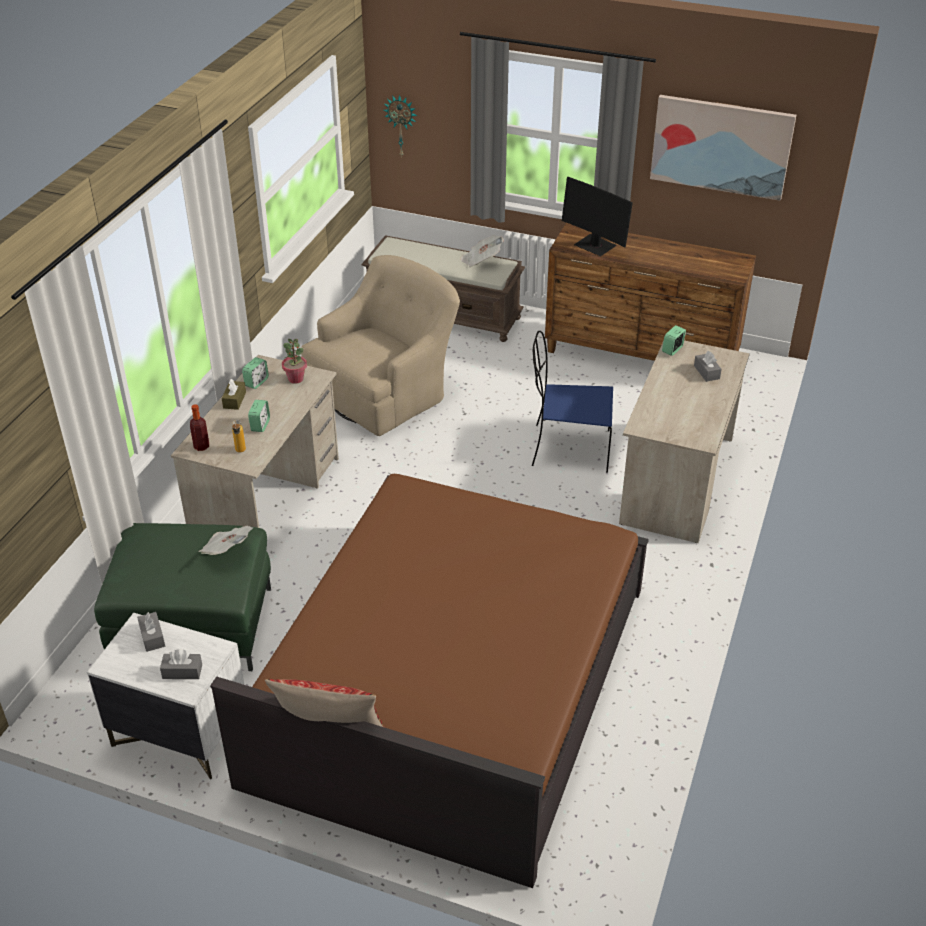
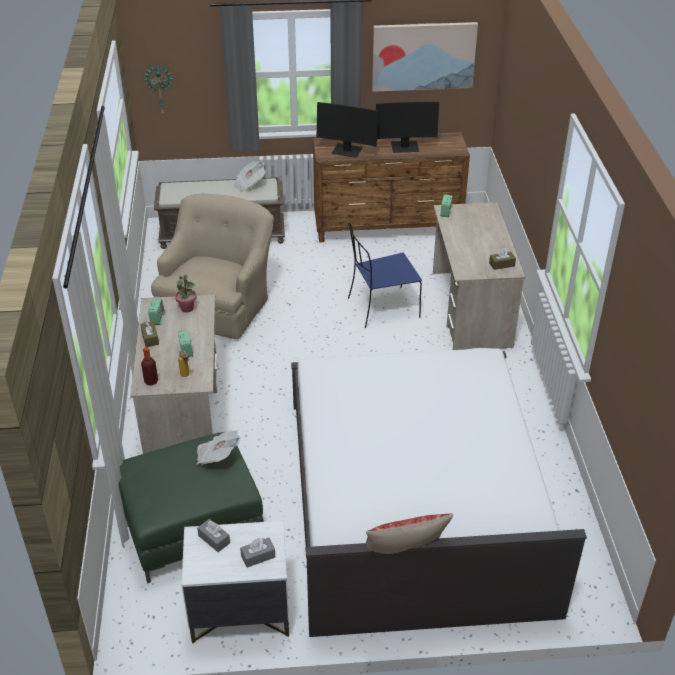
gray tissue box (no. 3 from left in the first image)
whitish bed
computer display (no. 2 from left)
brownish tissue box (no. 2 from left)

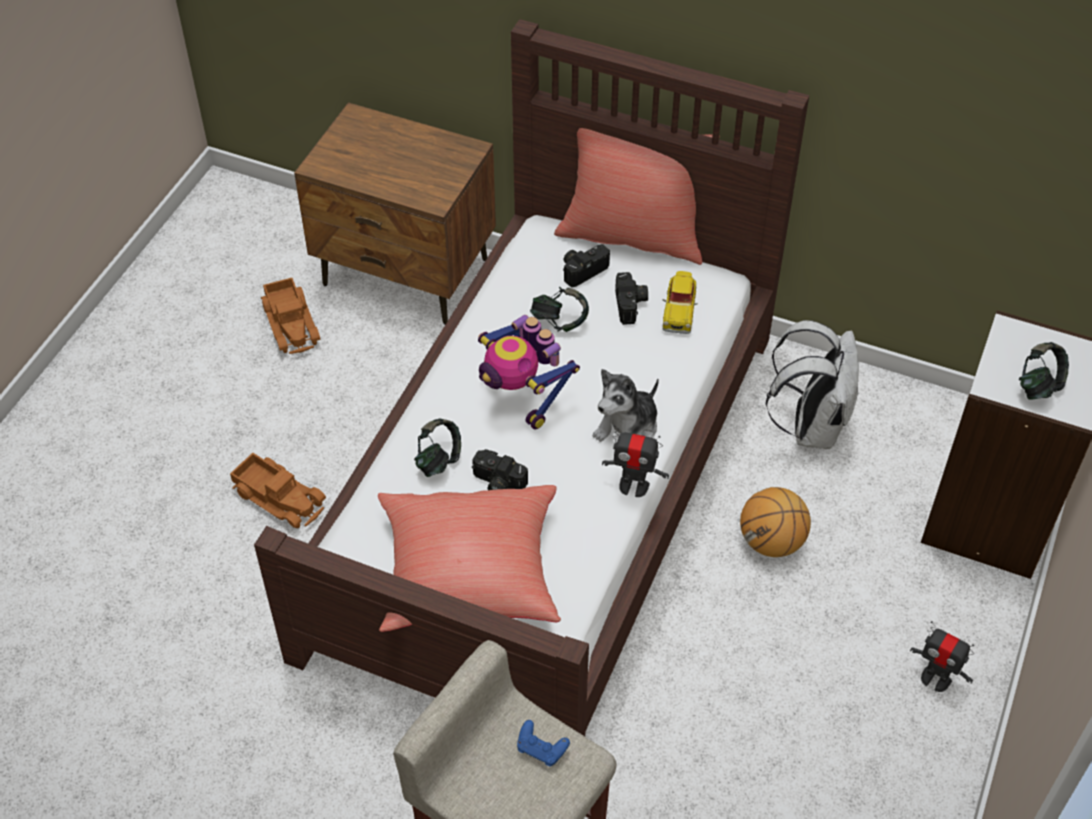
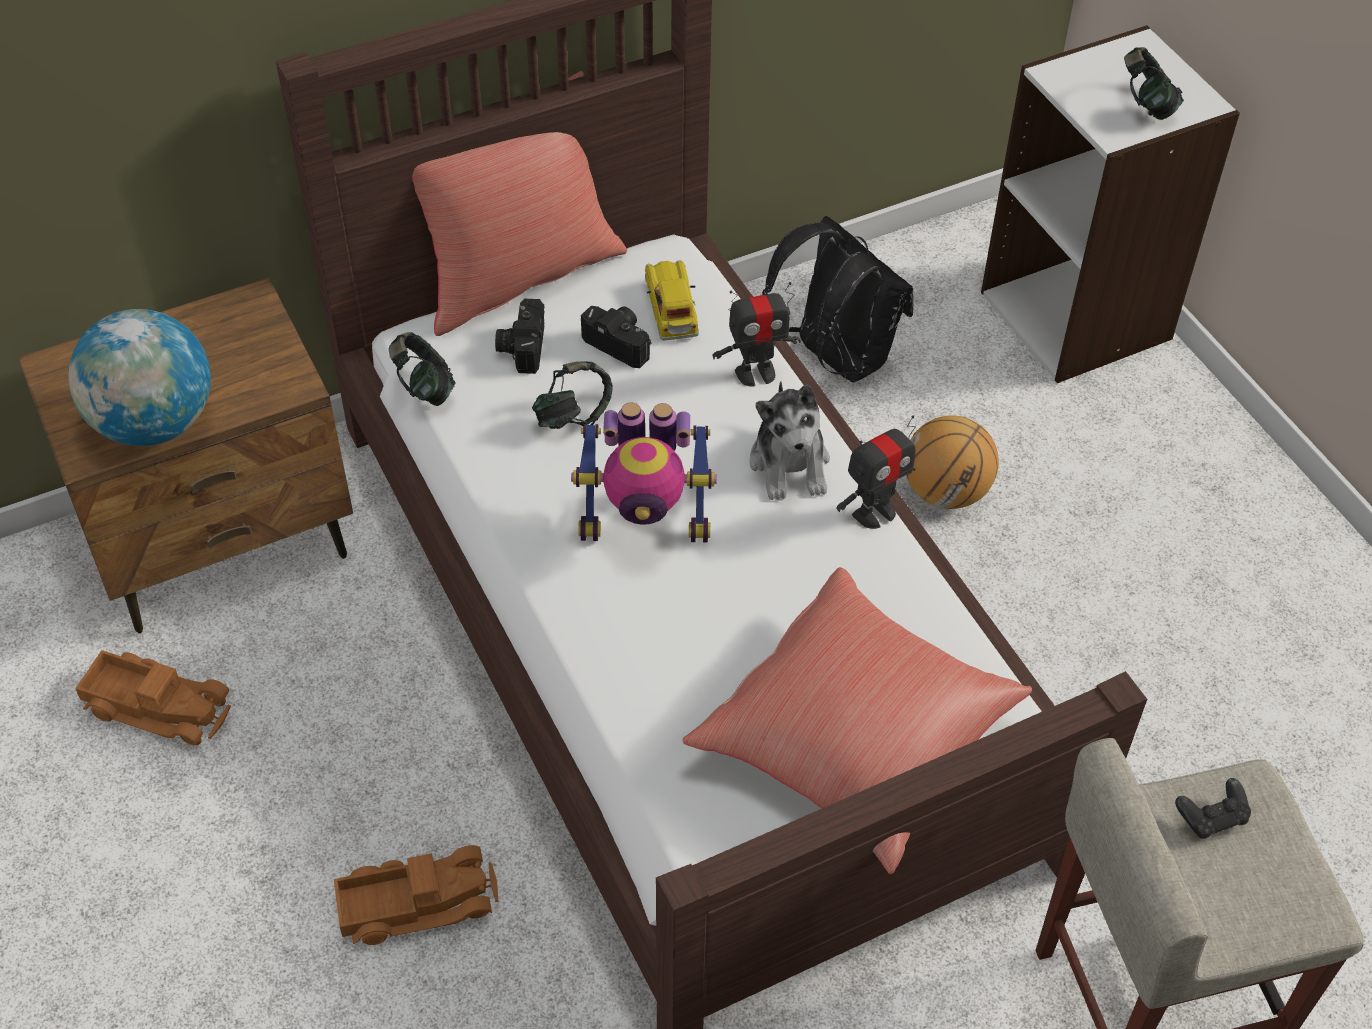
toy car
black-coloured knapsack
headphones (no. 1 from left)
still camera (no. 1 from left in the first image)
model robot (no. 2 from left)
black-coloured game controller
globe

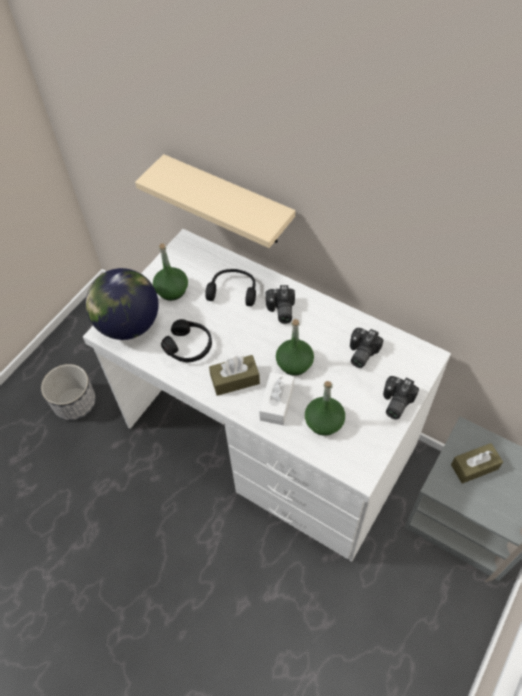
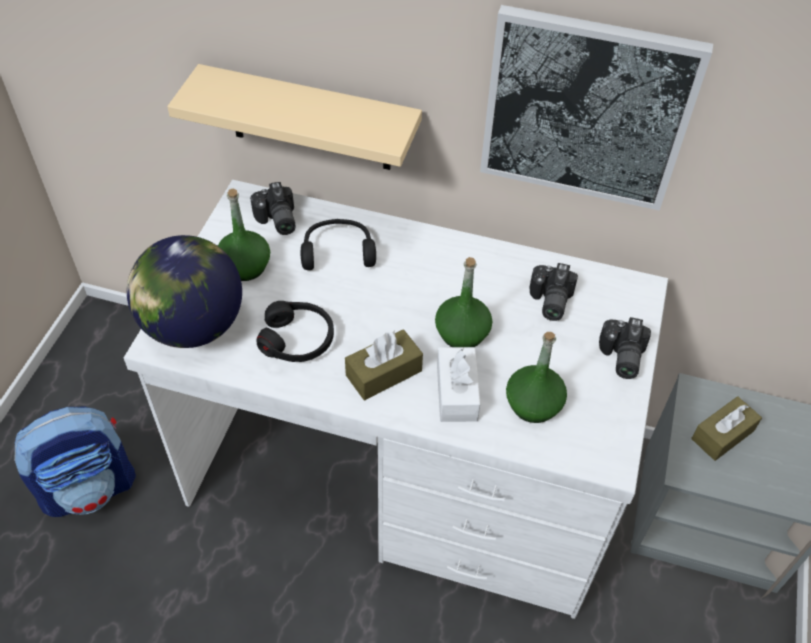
still camera (no. 1 from left)
knapsack
wall art

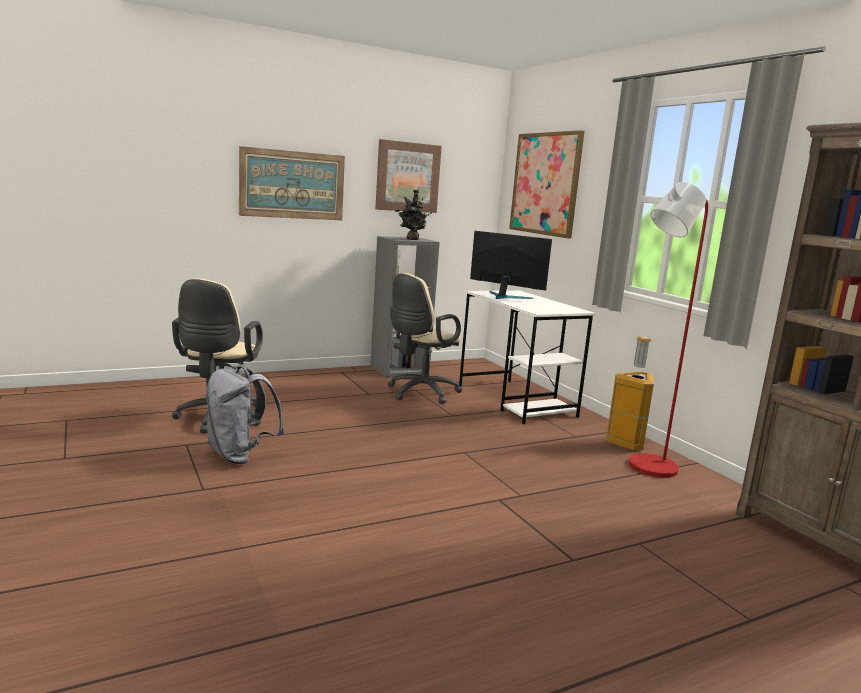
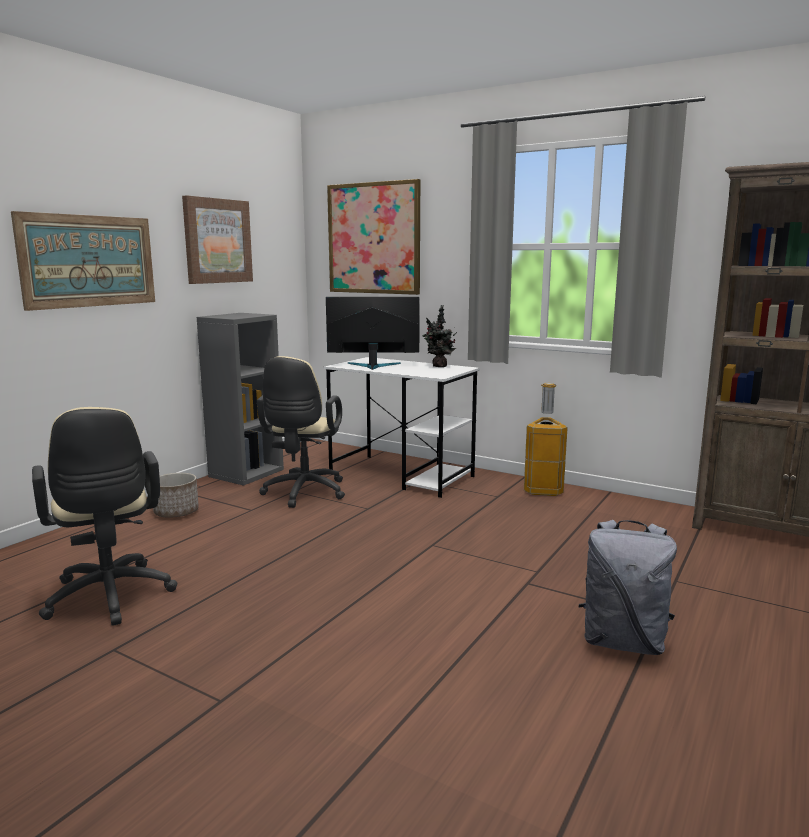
red-coloured floor lamp
plant in a pot
gray knapsack
planter

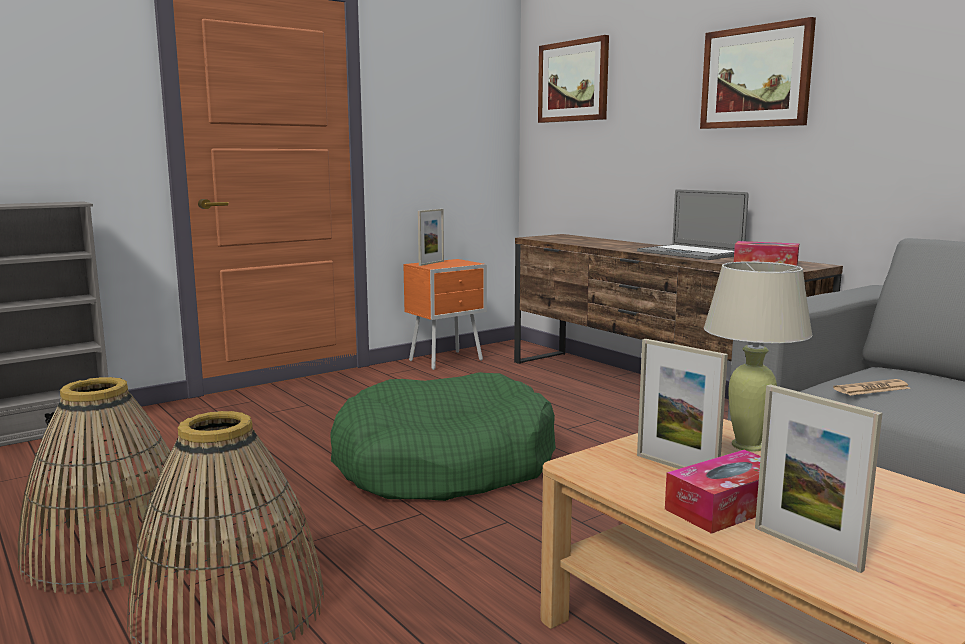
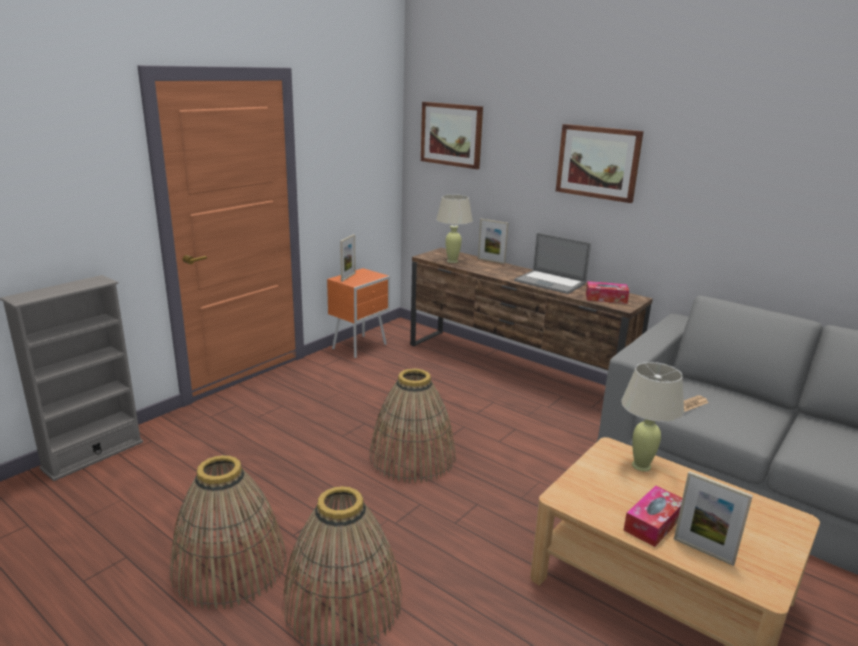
picture frame (no. 2 from left)
storage basket (no. 3 from left)
beige-coloured lamp for a table (no. 1 from left)

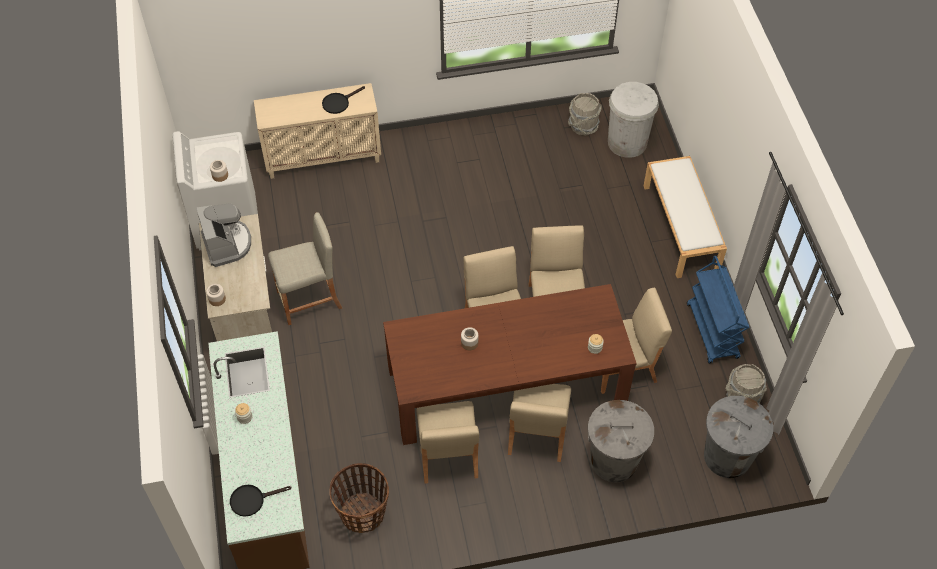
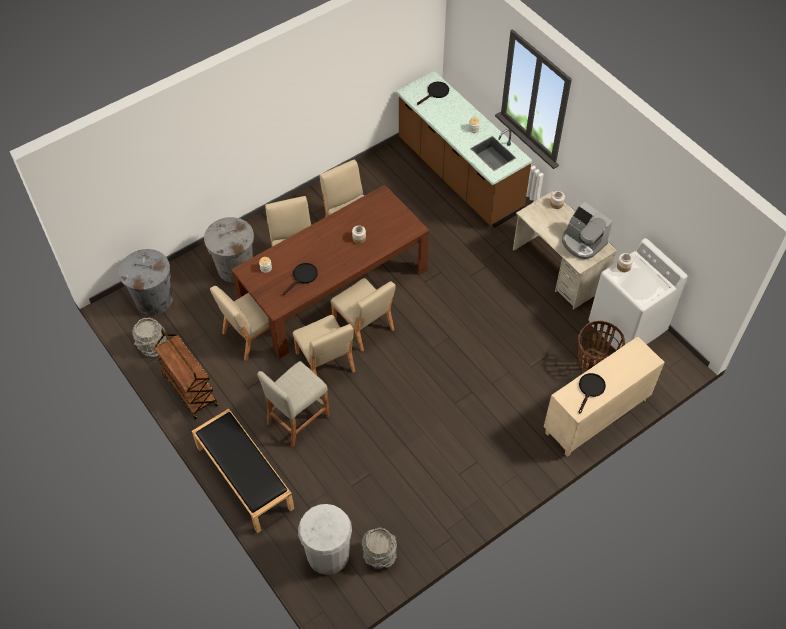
black-coloured long seat
beige-coloured sitting stool
brownish wheeled cart
storage basket
black-coloured frying pan (no. 1 from left)

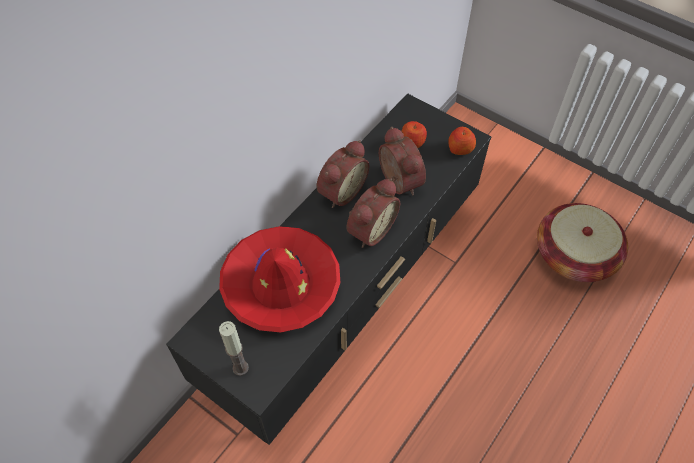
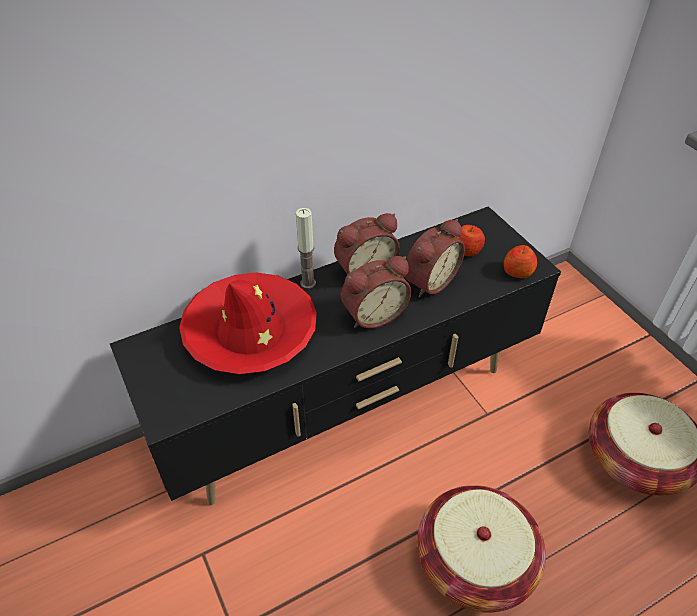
alarm clock (no. 3 from left)
wax light
storage basket (no. 1 from left)

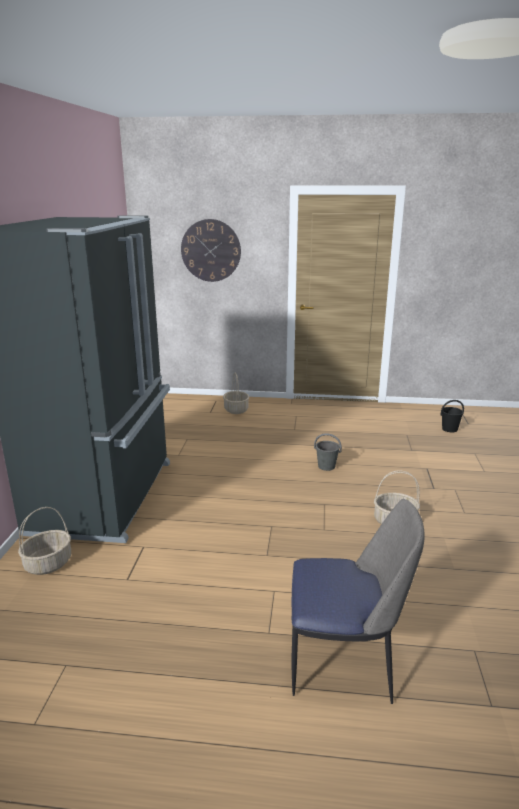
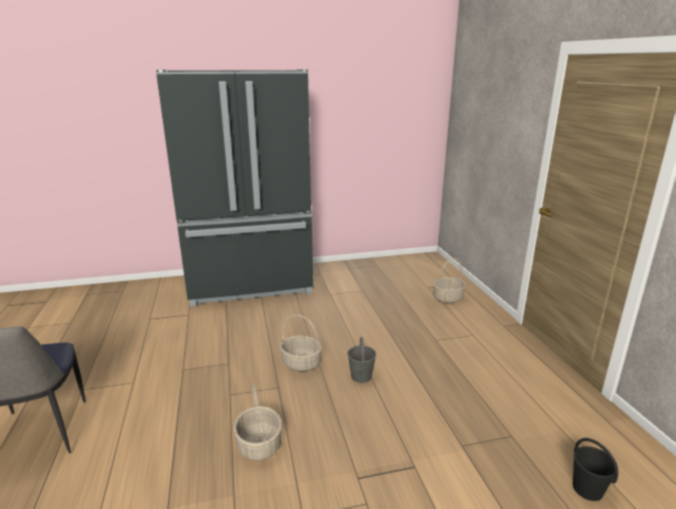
wall clock
storage basket (no. 2 from left)

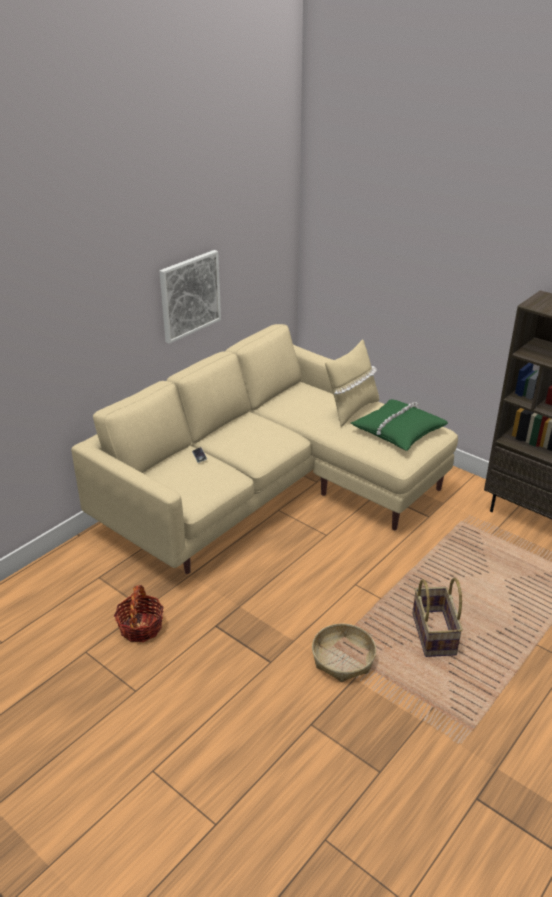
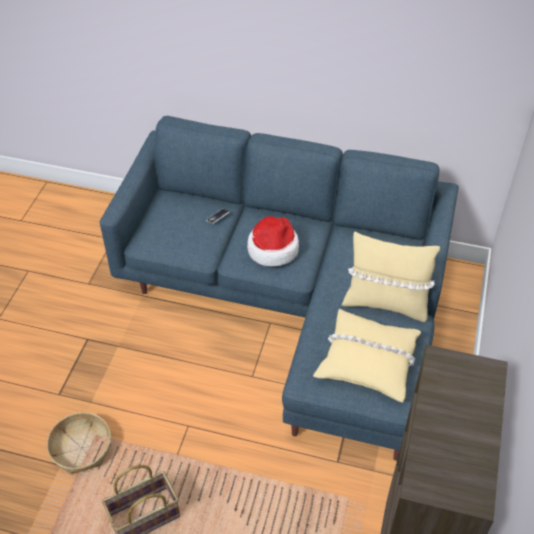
wall art
bluish couch
beige-coloured pillow (no. 1 from left)
storage basket (no. 1 from left in the first image)
clothing hat

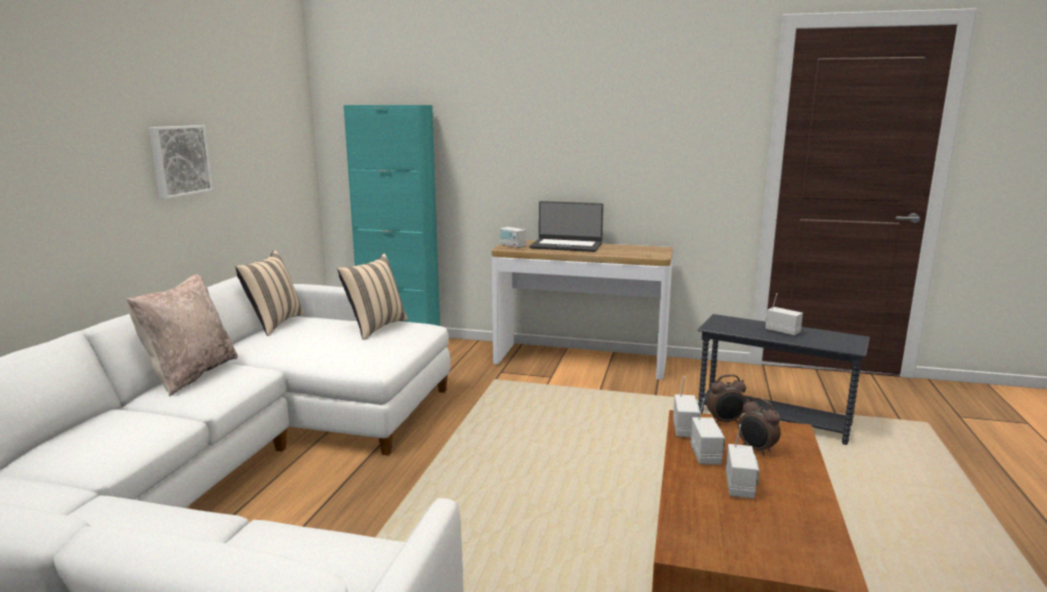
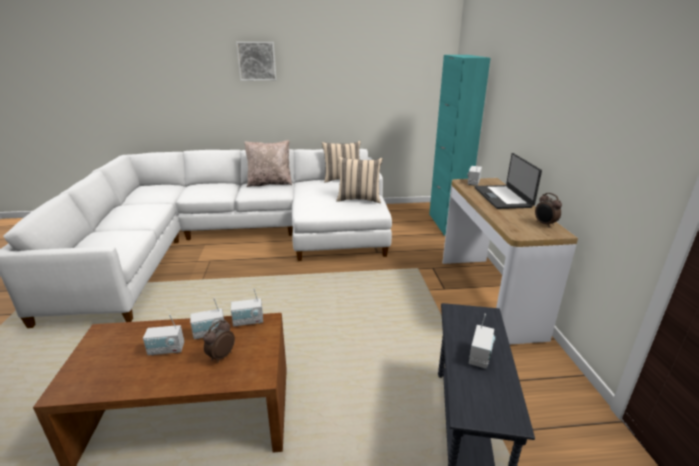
wall art
alarm clock (no. 2 from left)

